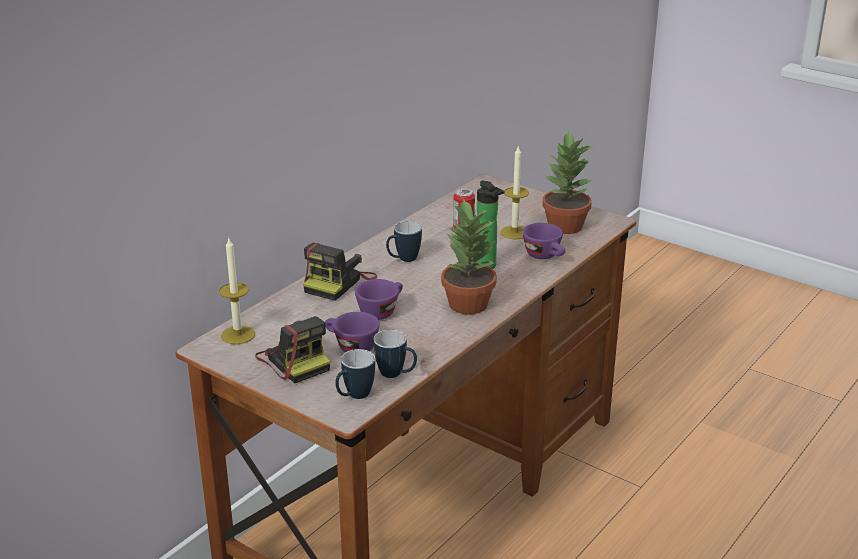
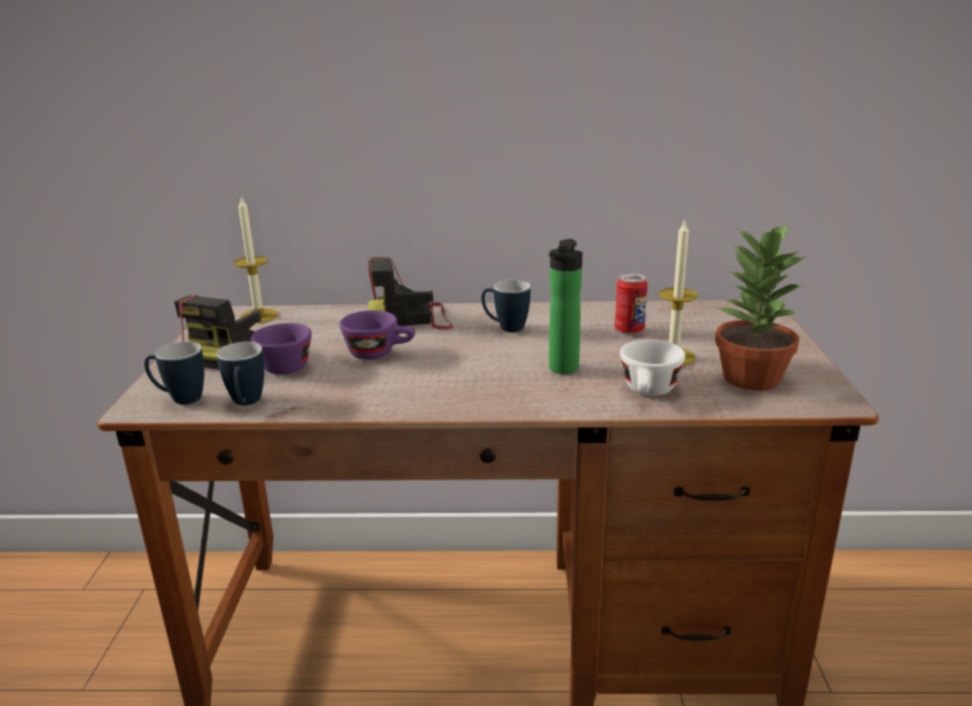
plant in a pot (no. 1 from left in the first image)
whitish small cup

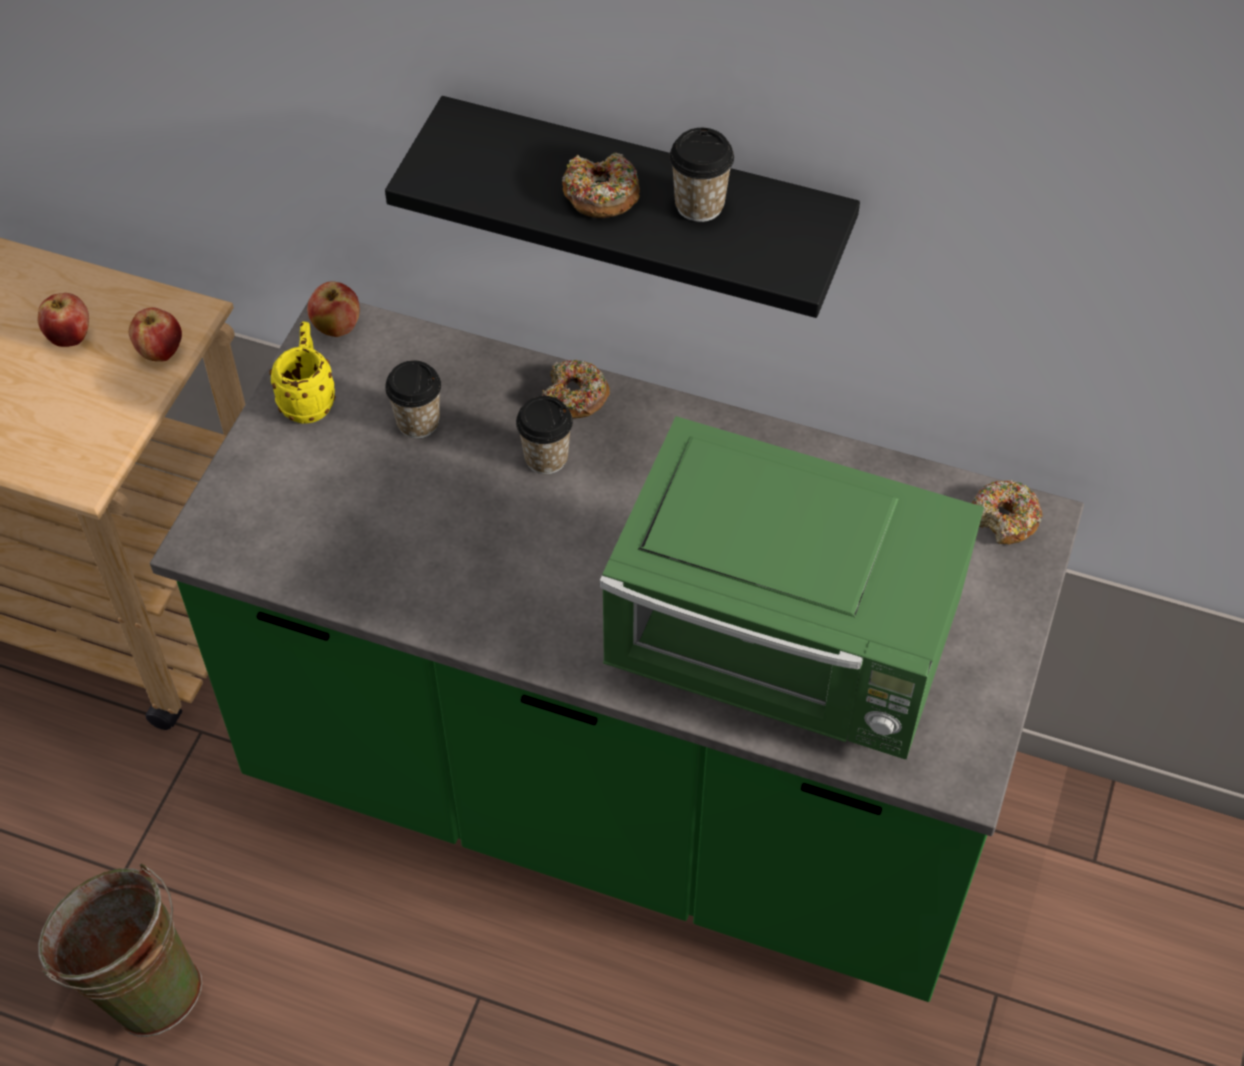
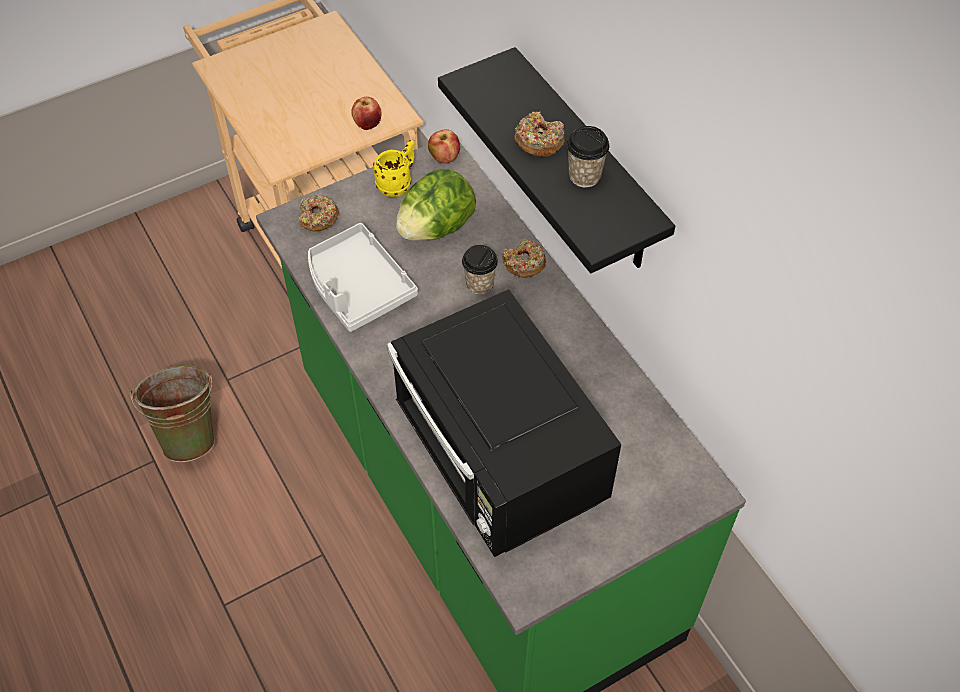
apple (no. 1 from left in the first image)
lettuce head
black-coloured microwave oven
doughnut (no. 1 from left)
gray serving tray

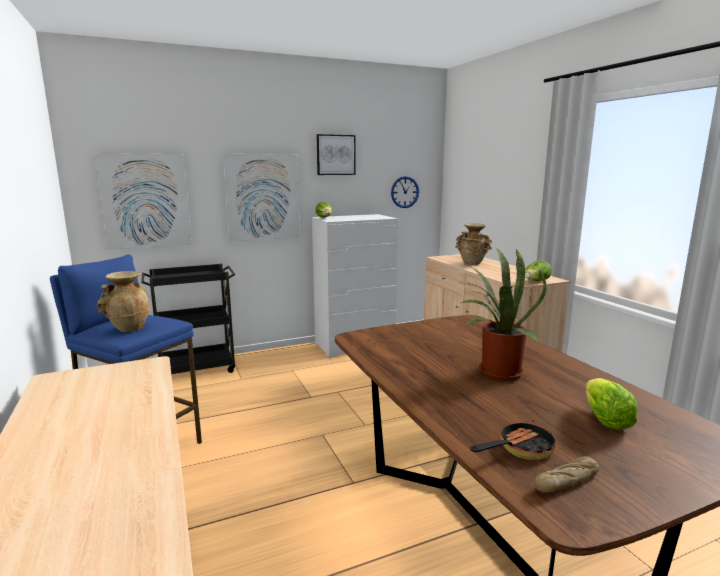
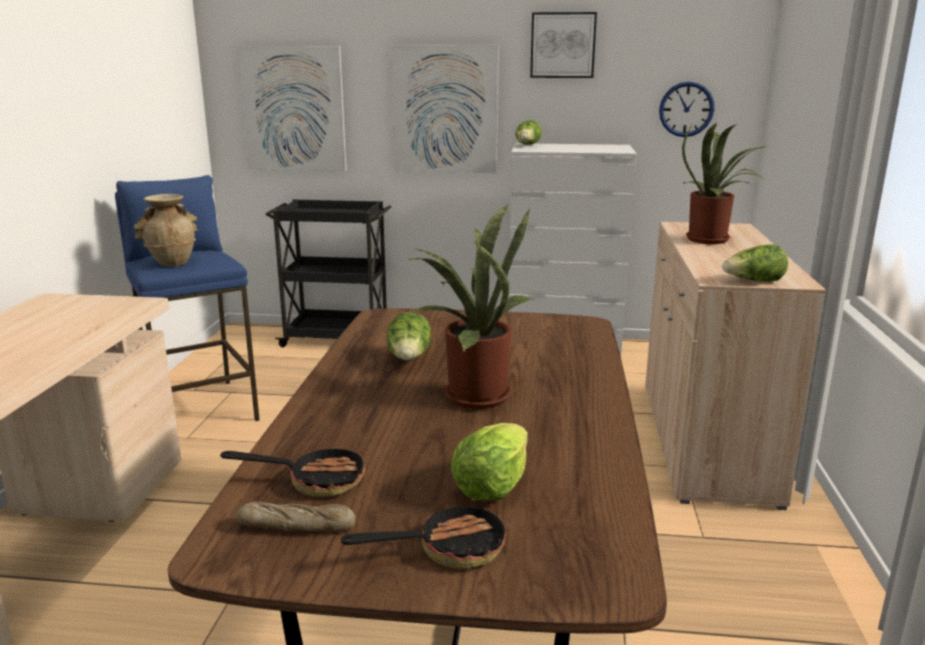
plant in a pot (no. 2 from left)
lettuce head (no. 1 from left)
frying pan (no. 2 from left)

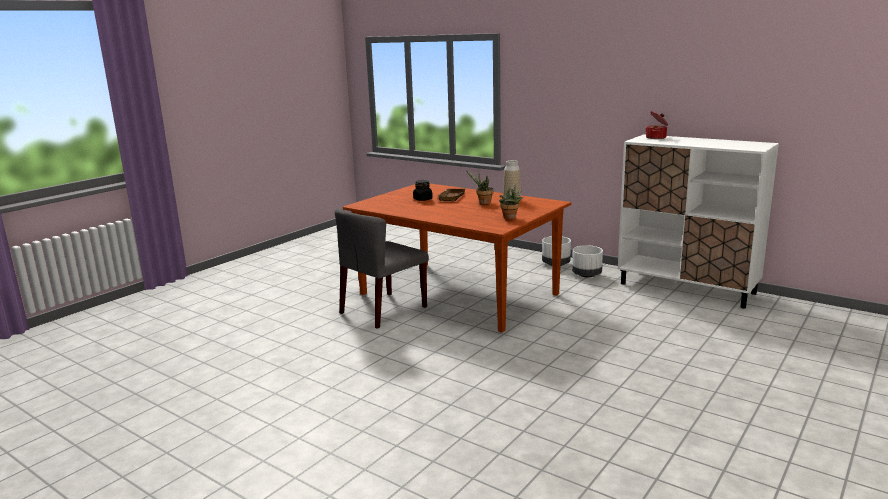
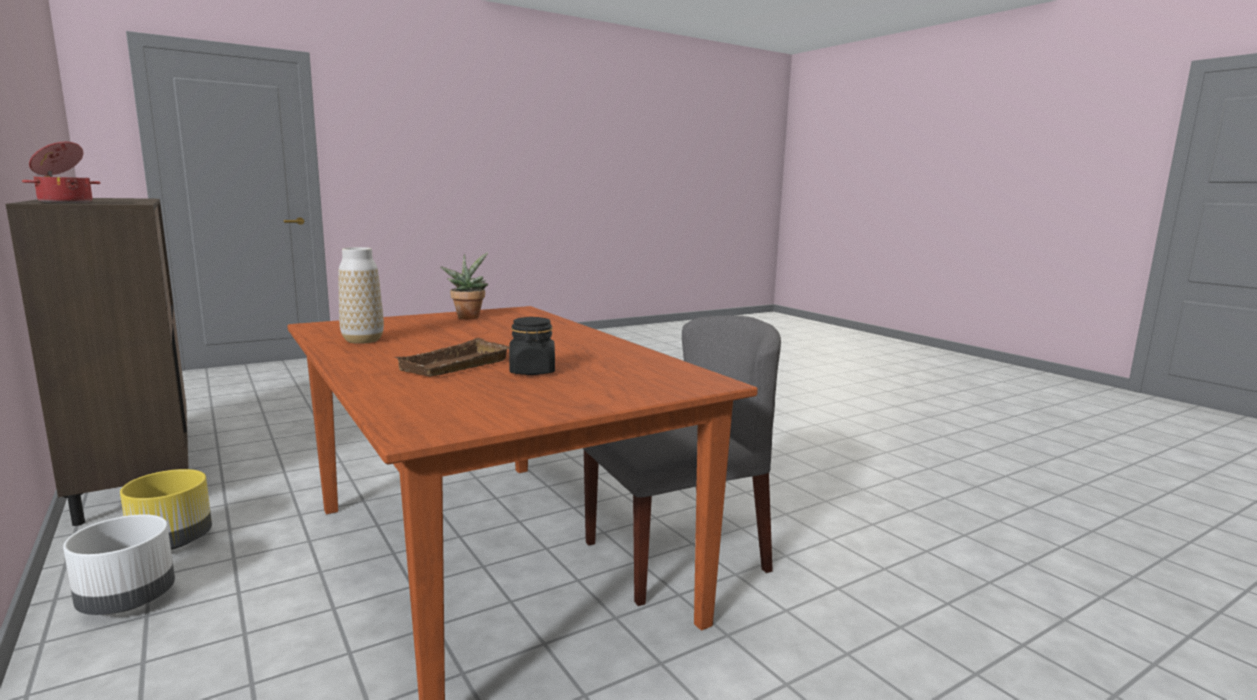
brownish storage cabinet
plant in a pot (no. 1 from left in the first image)
yellow-coloured planter

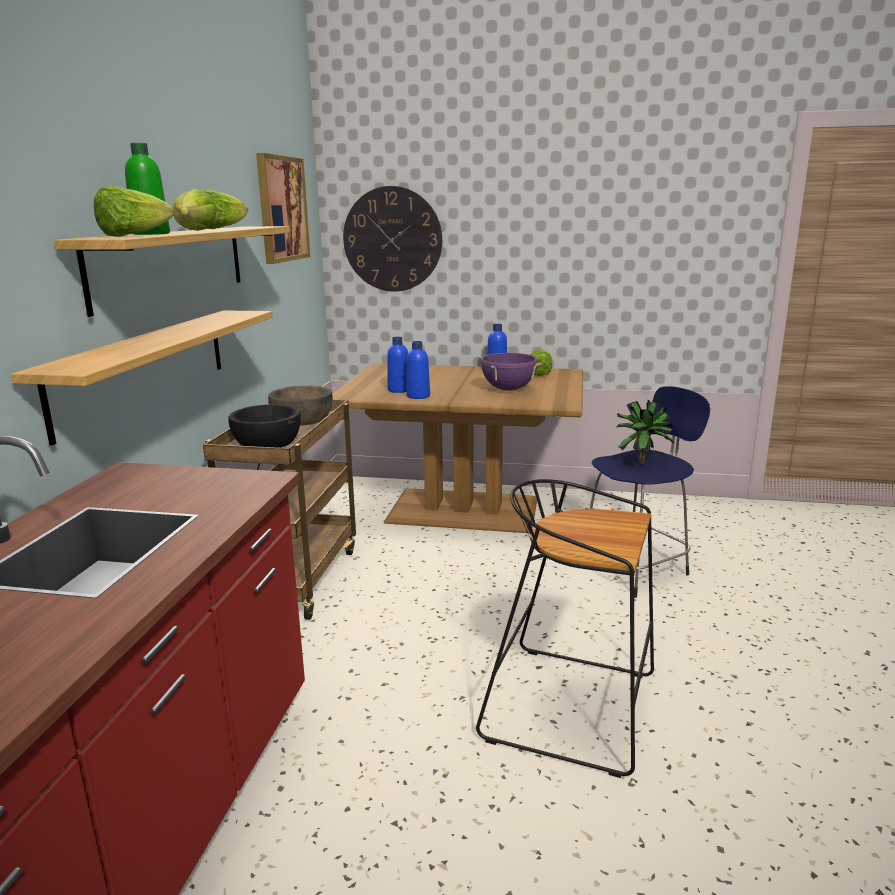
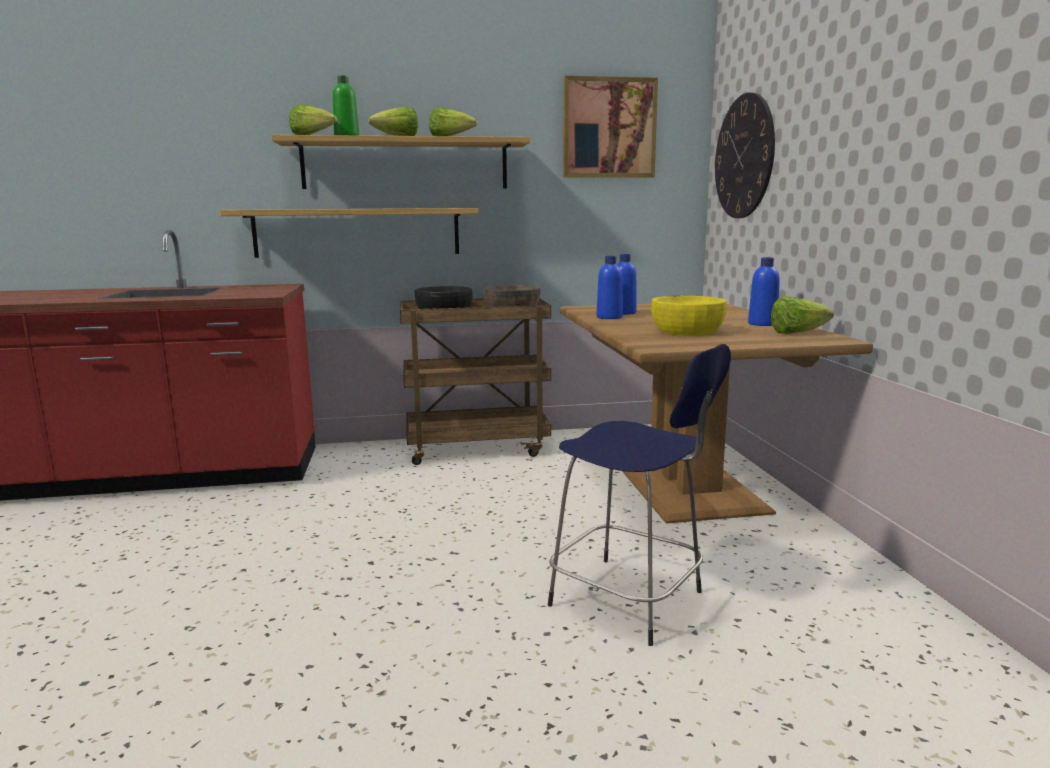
yellow-coloured serving bowl
plant in a pot
black-coloured sitting stool

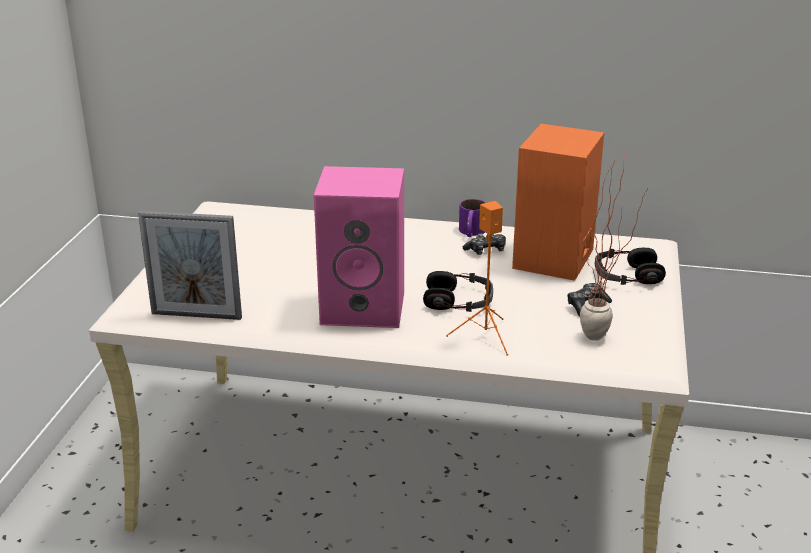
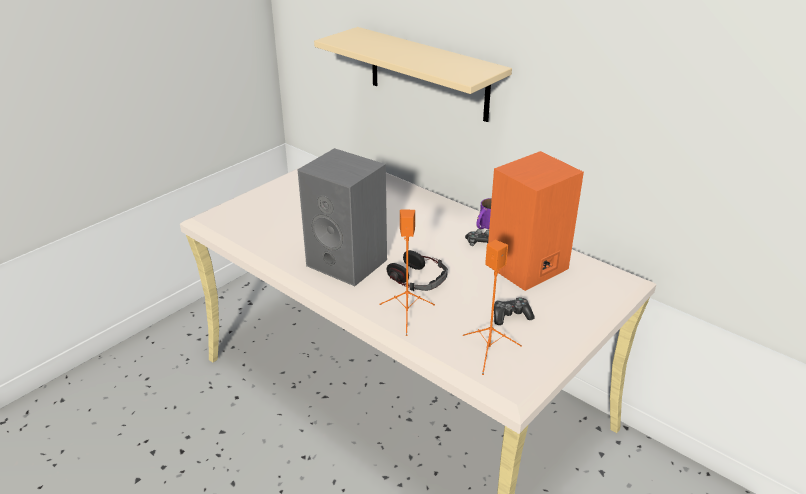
orange speaker (no. 2 from left)
gray speaker
picture frame
headphones (no. 2 from left in the first image)
beige-coloured shelf

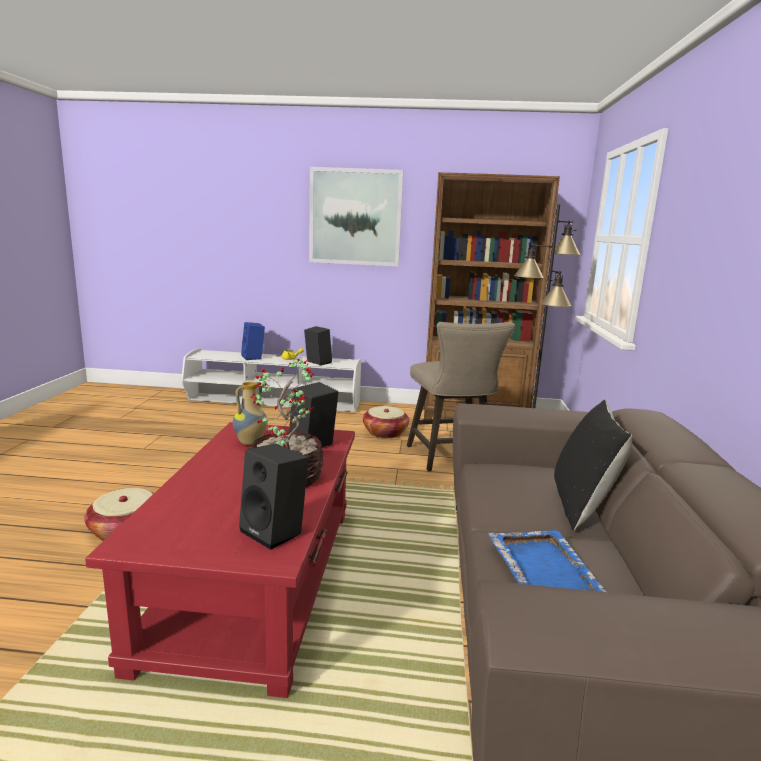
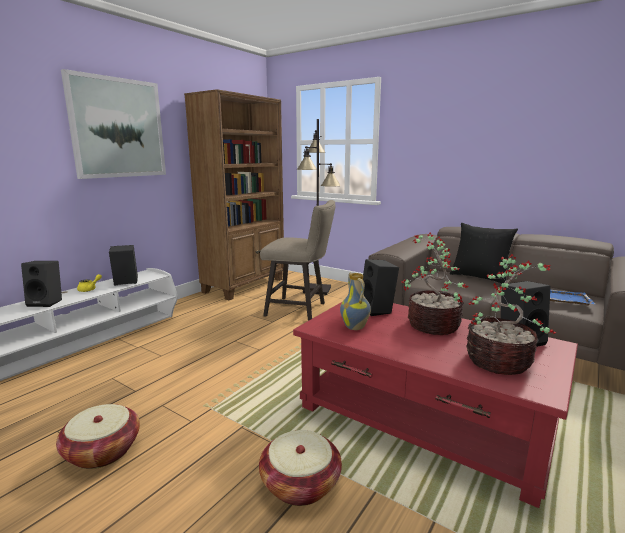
black-coloured speaker (no. 1 from left)
storage basket (no. 1 from left)
plant in a pot (no. 2 from left)

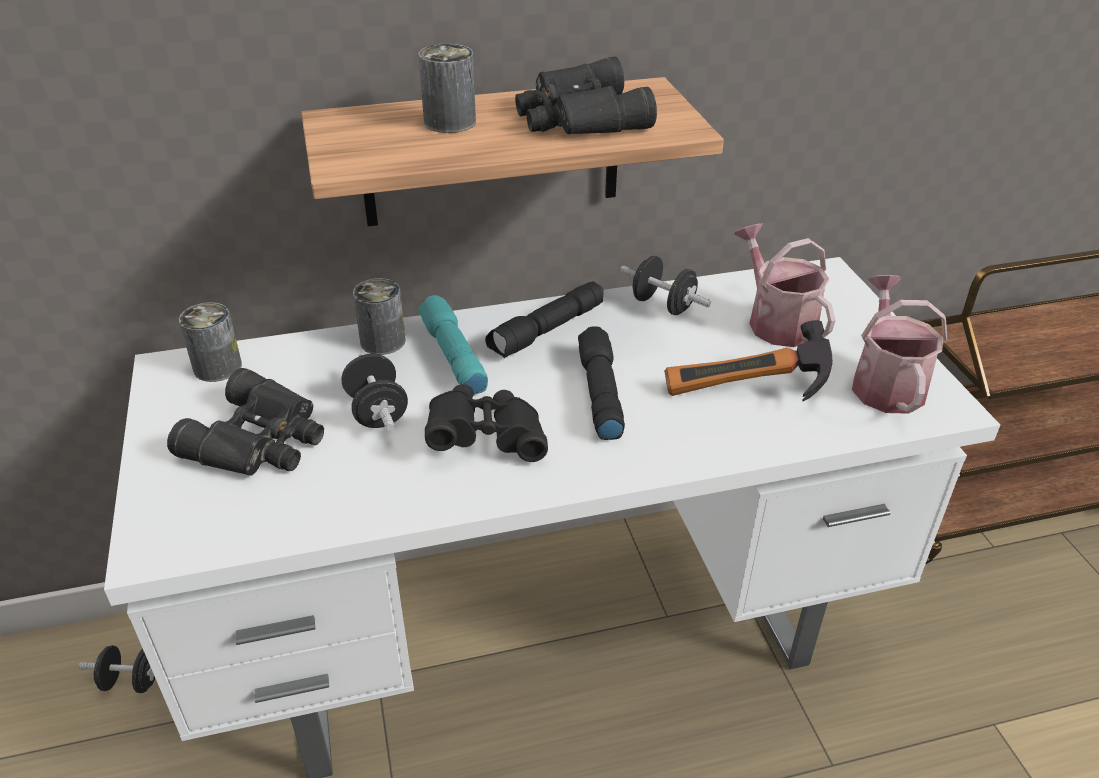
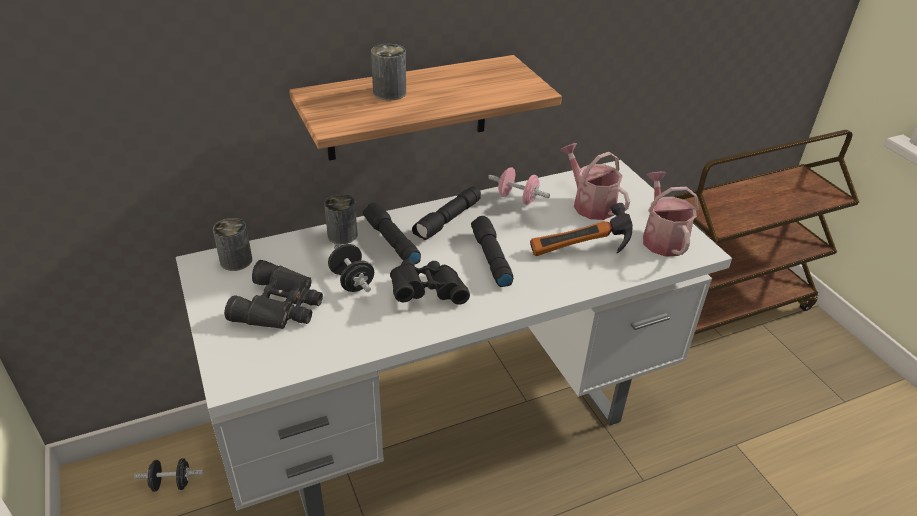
black-coloured pair of binoculars (no. 3 from left in the first image)
pink dumbbell
black-coloured hand torch (no. 1 from left)

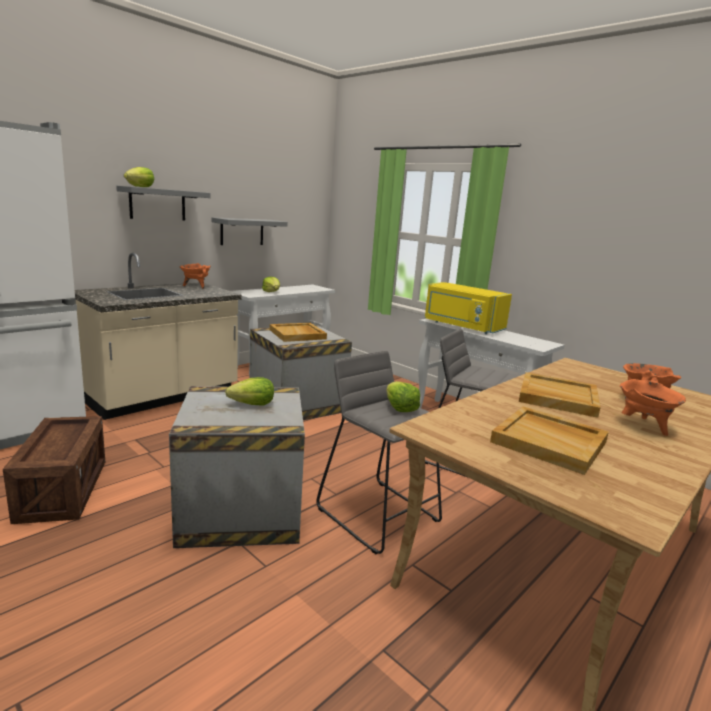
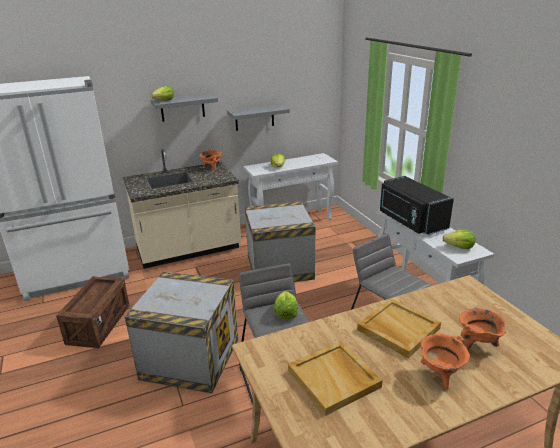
black-coloured microwave oven
beige-coloured serving tray (no. 1 from left in the first image)
lettuce head (no. 4 from left)

